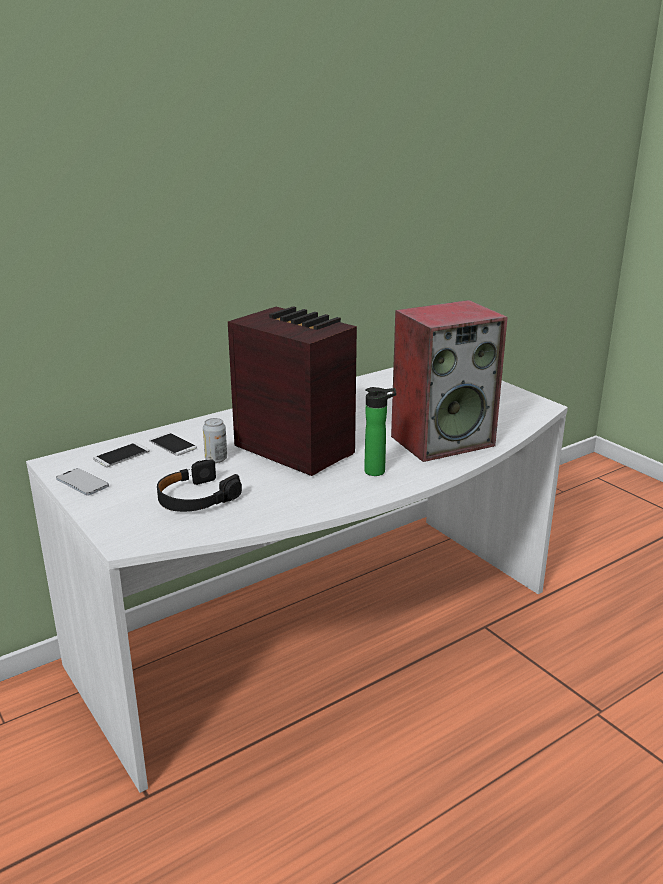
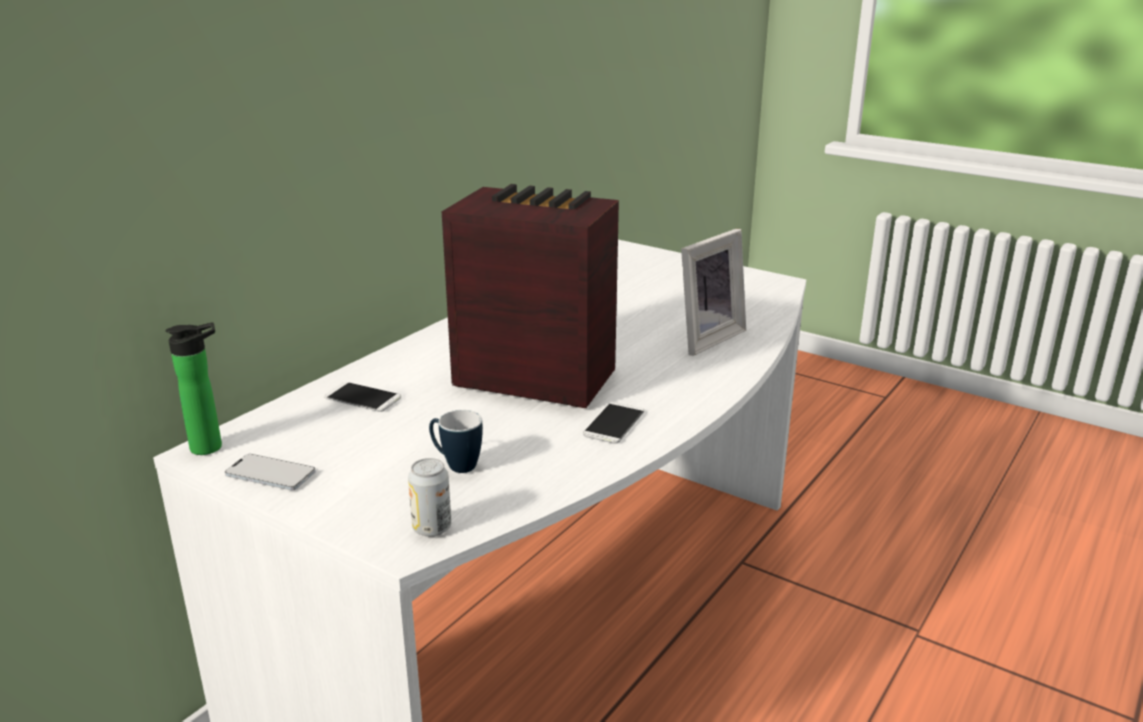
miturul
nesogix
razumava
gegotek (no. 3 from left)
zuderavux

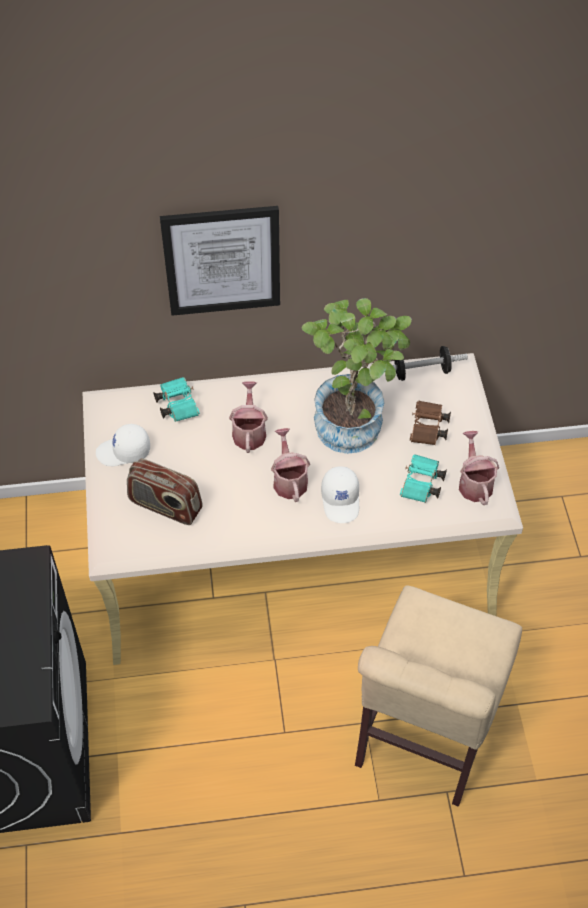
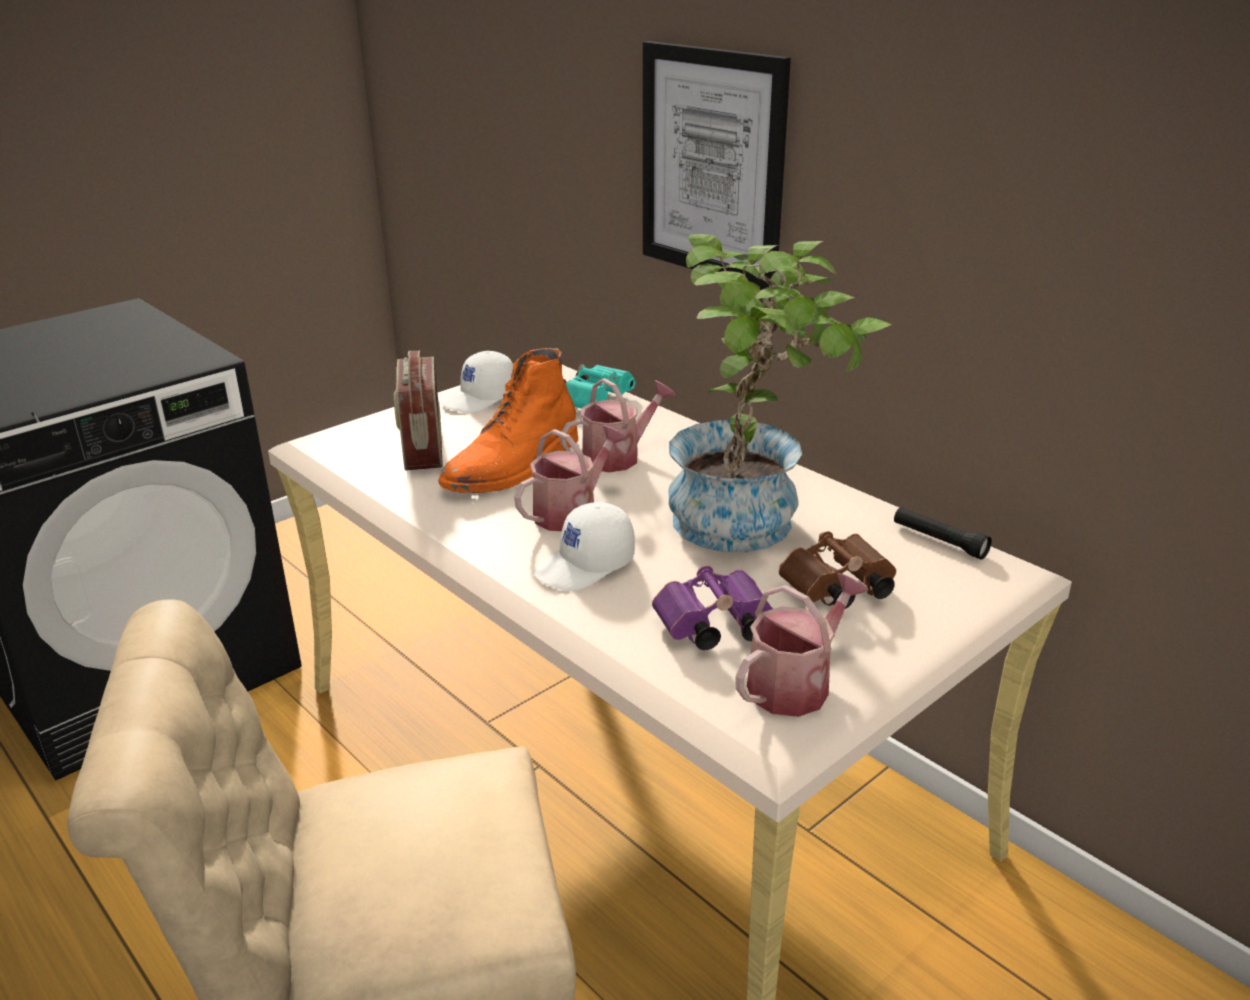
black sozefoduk
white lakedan (no. 1 from left)
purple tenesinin
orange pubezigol

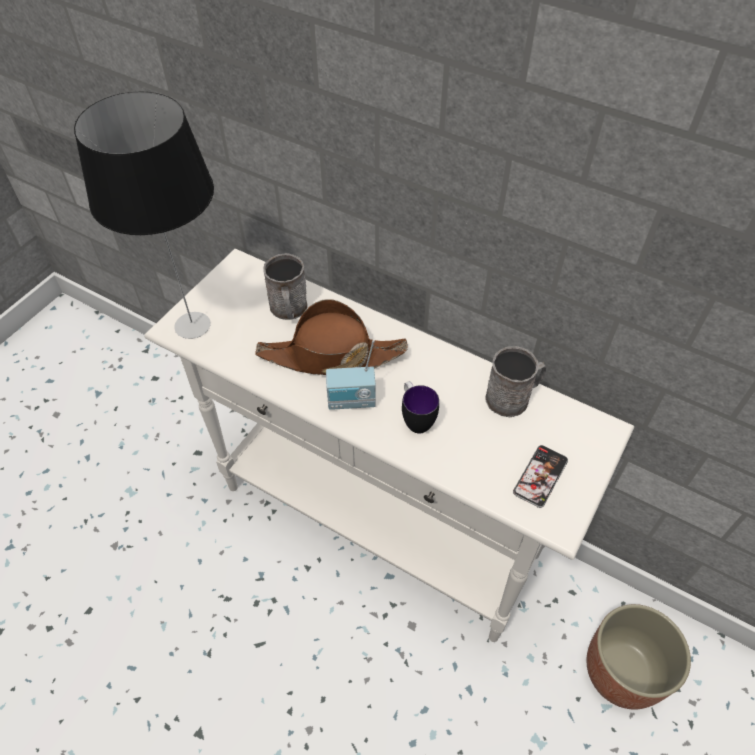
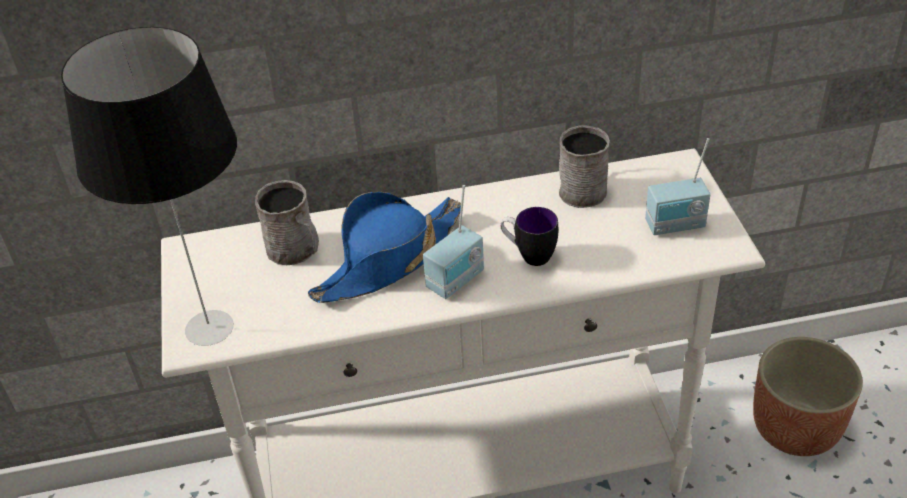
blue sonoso
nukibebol (no. 2 from left)

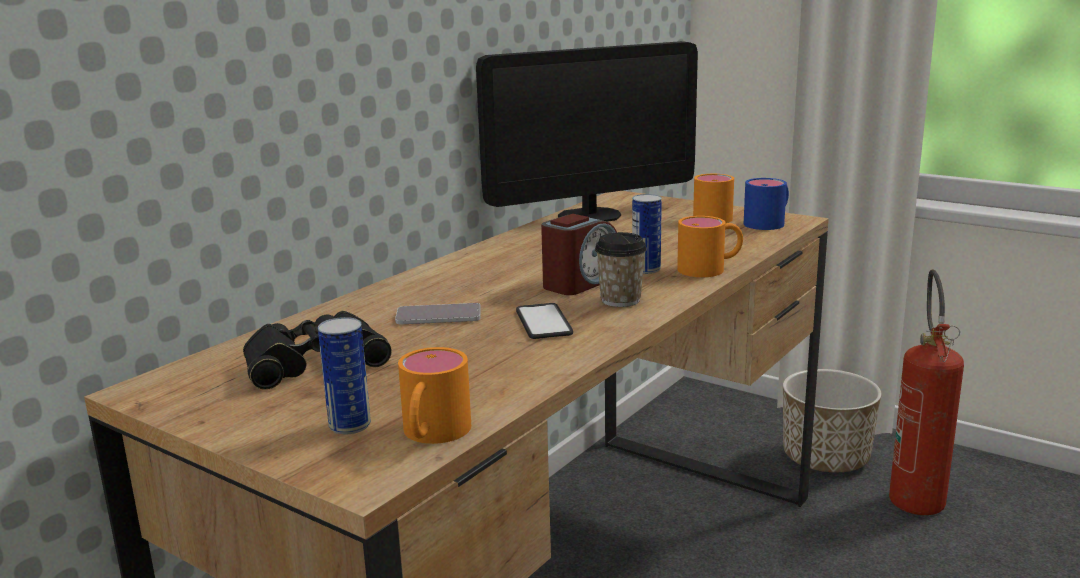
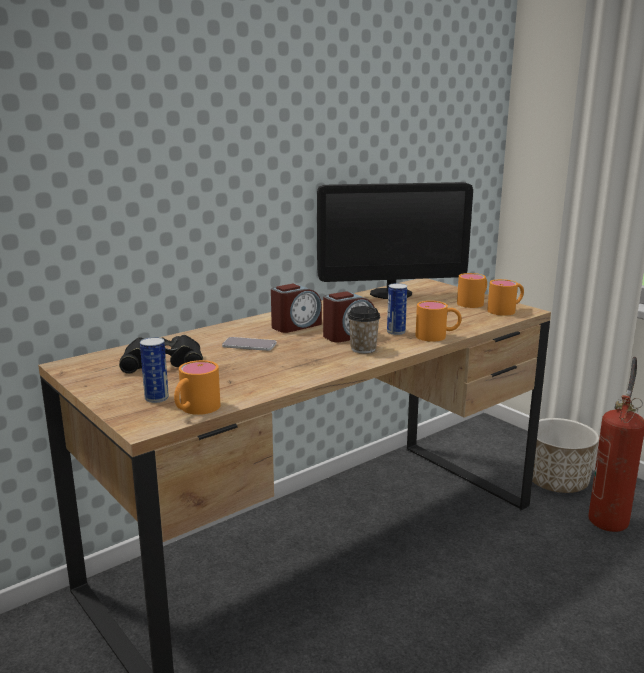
orange zuderavux (no. 4 from left)
gegotek (no. 2 from left in the first image)
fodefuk (no. 1 from left)

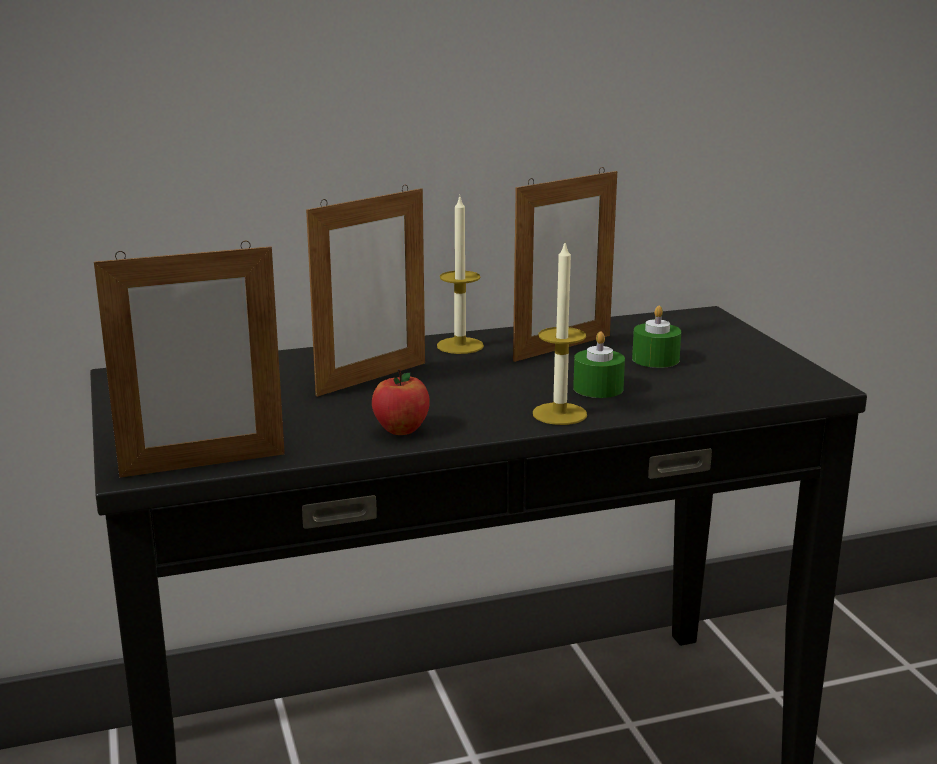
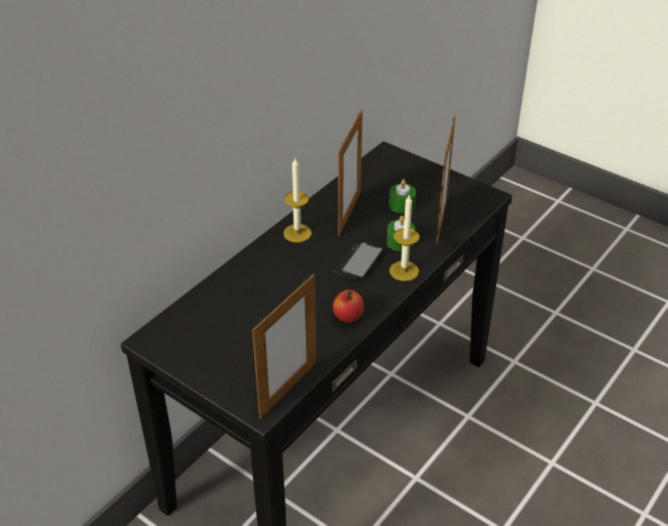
miturul (no. 3 from left)
gegotek

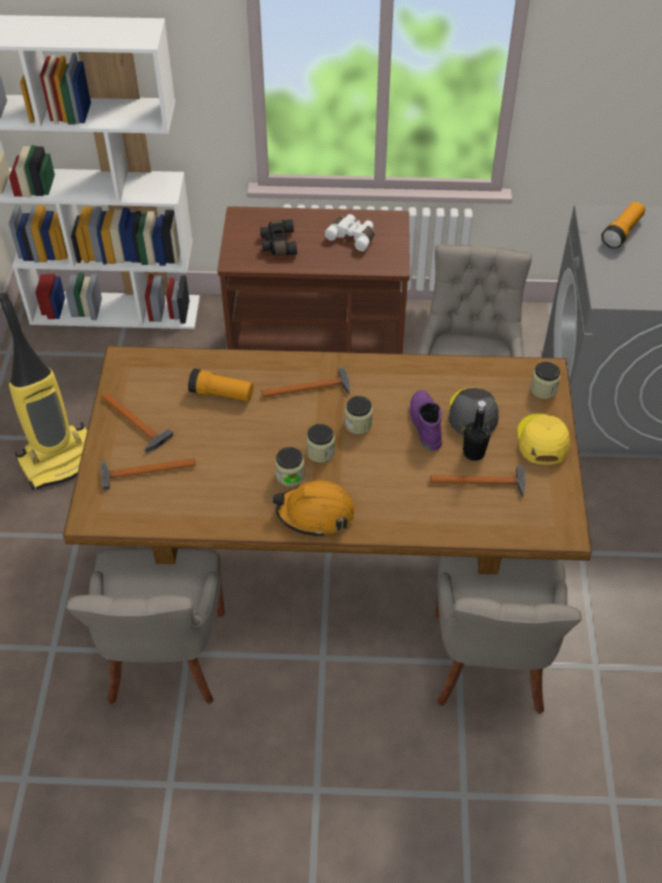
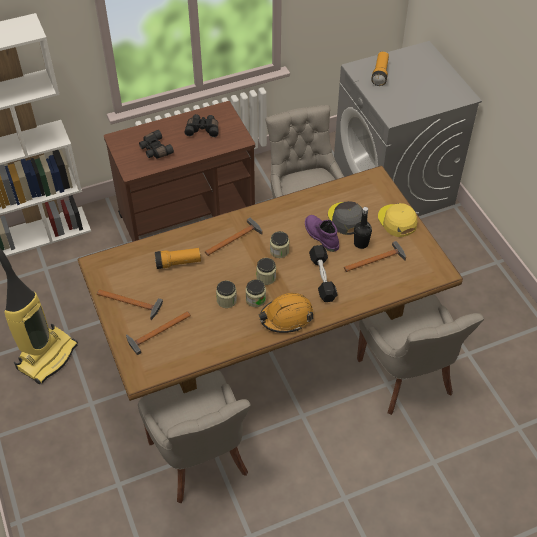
black tenesinin (no. 2 from left)
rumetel (no. 1 from left)
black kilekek

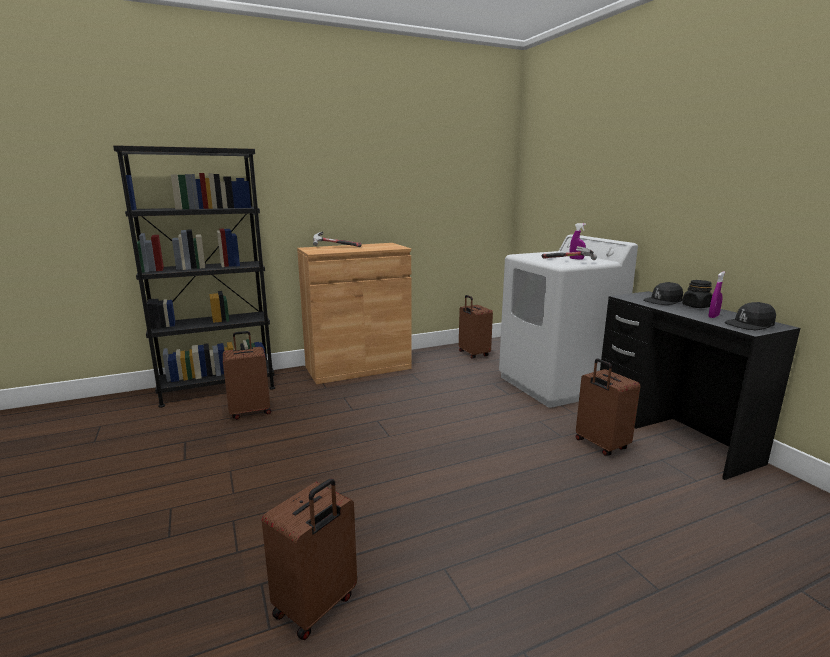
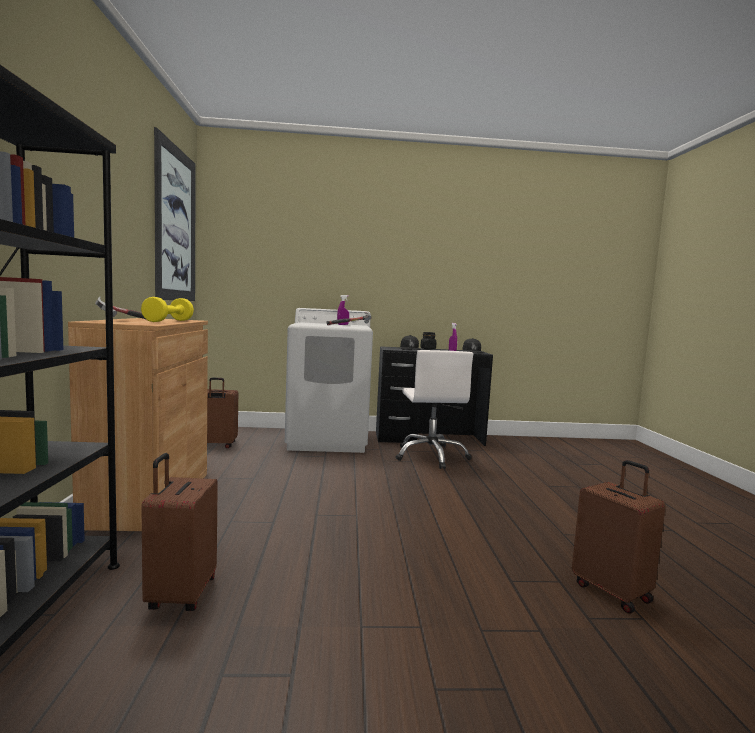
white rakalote
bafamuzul
yellow kilekek

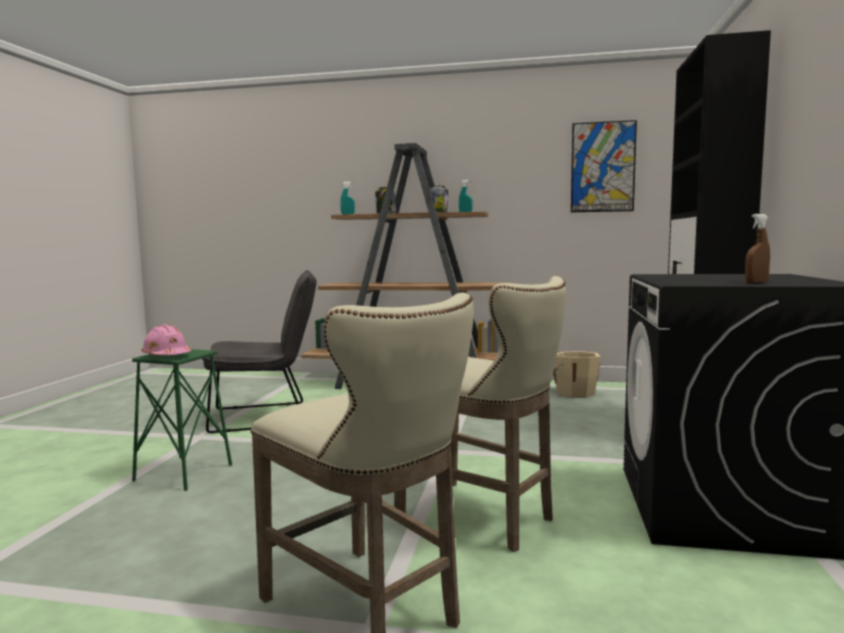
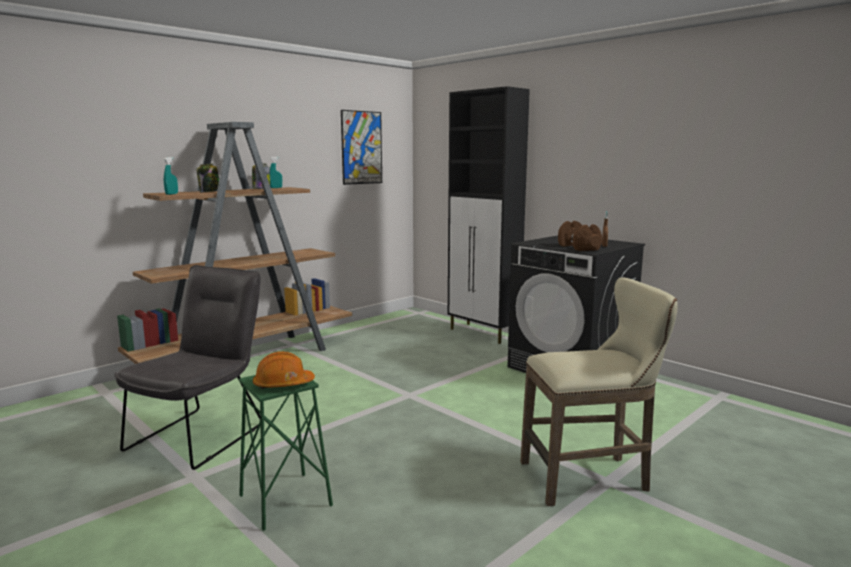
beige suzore (no. 2 from left in the first image)
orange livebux
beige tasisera
brown kilekek

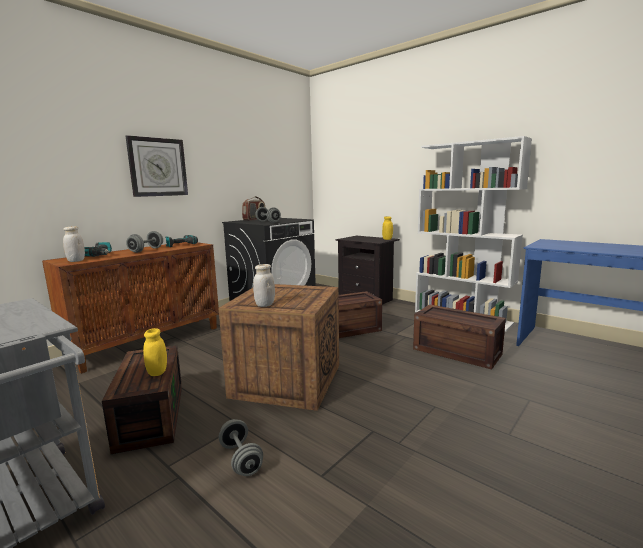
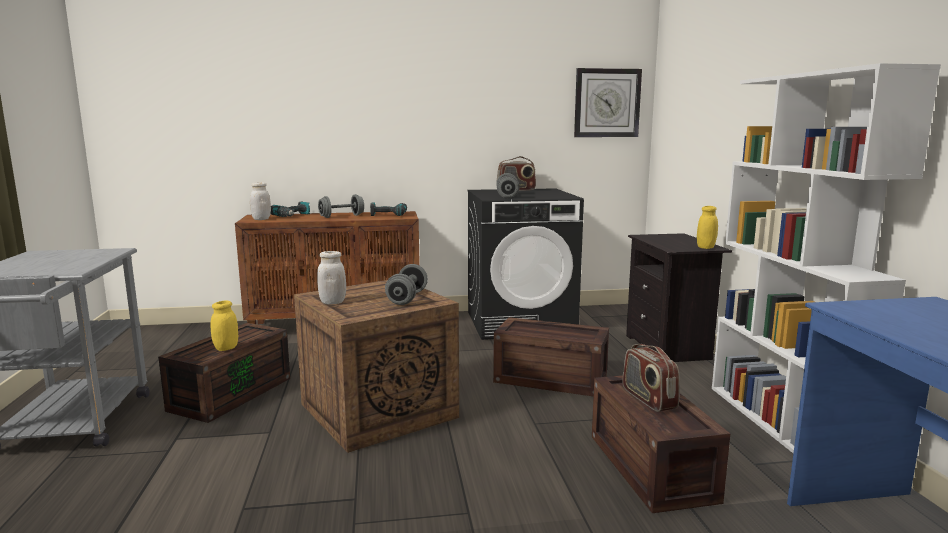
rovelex
grey kilekek (no. 2 from left)
nukibebol (no. 2 from left)

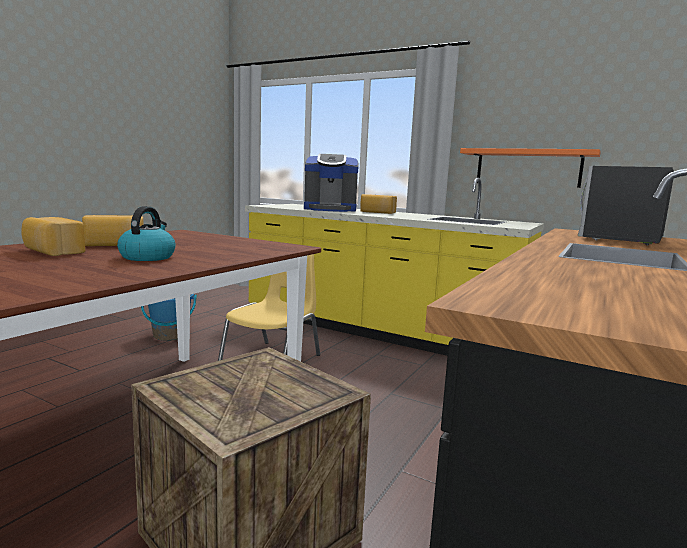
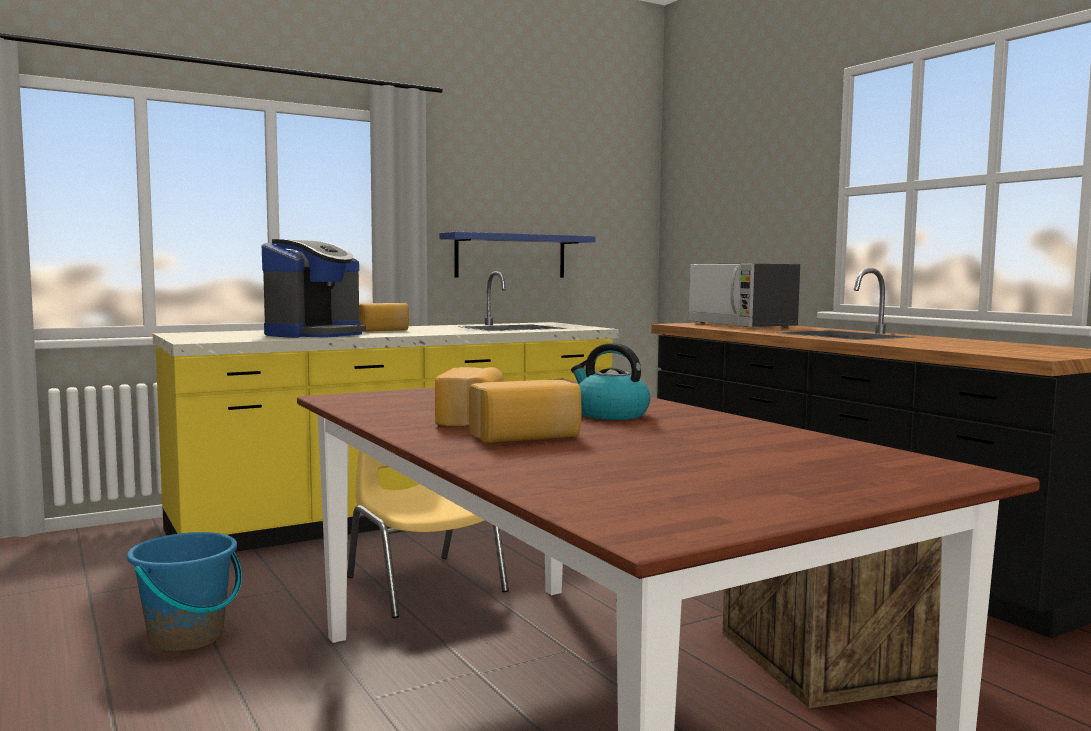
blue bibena

